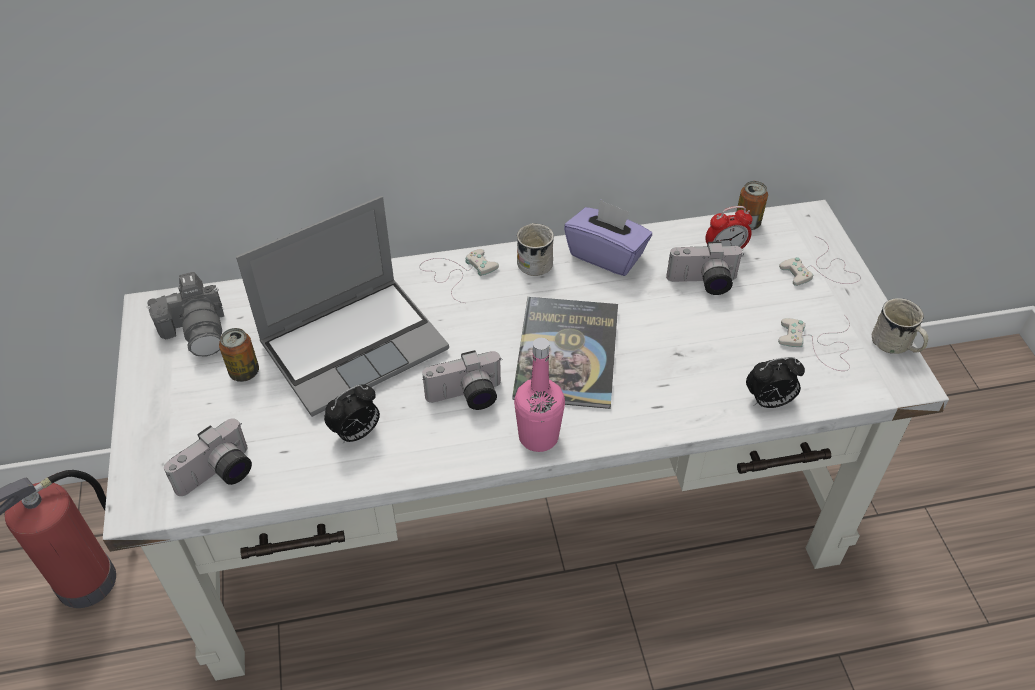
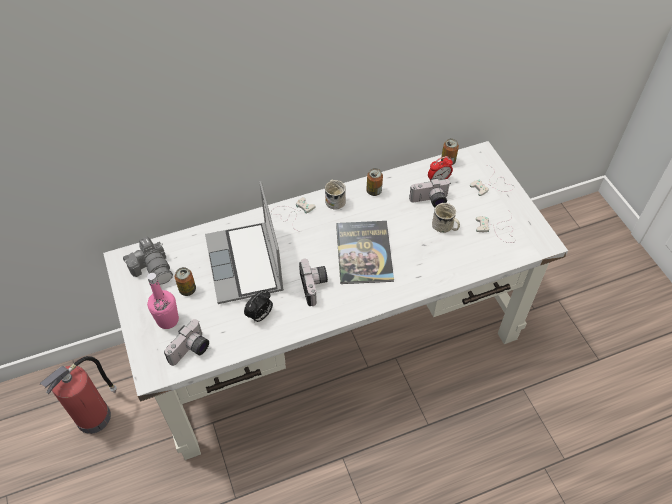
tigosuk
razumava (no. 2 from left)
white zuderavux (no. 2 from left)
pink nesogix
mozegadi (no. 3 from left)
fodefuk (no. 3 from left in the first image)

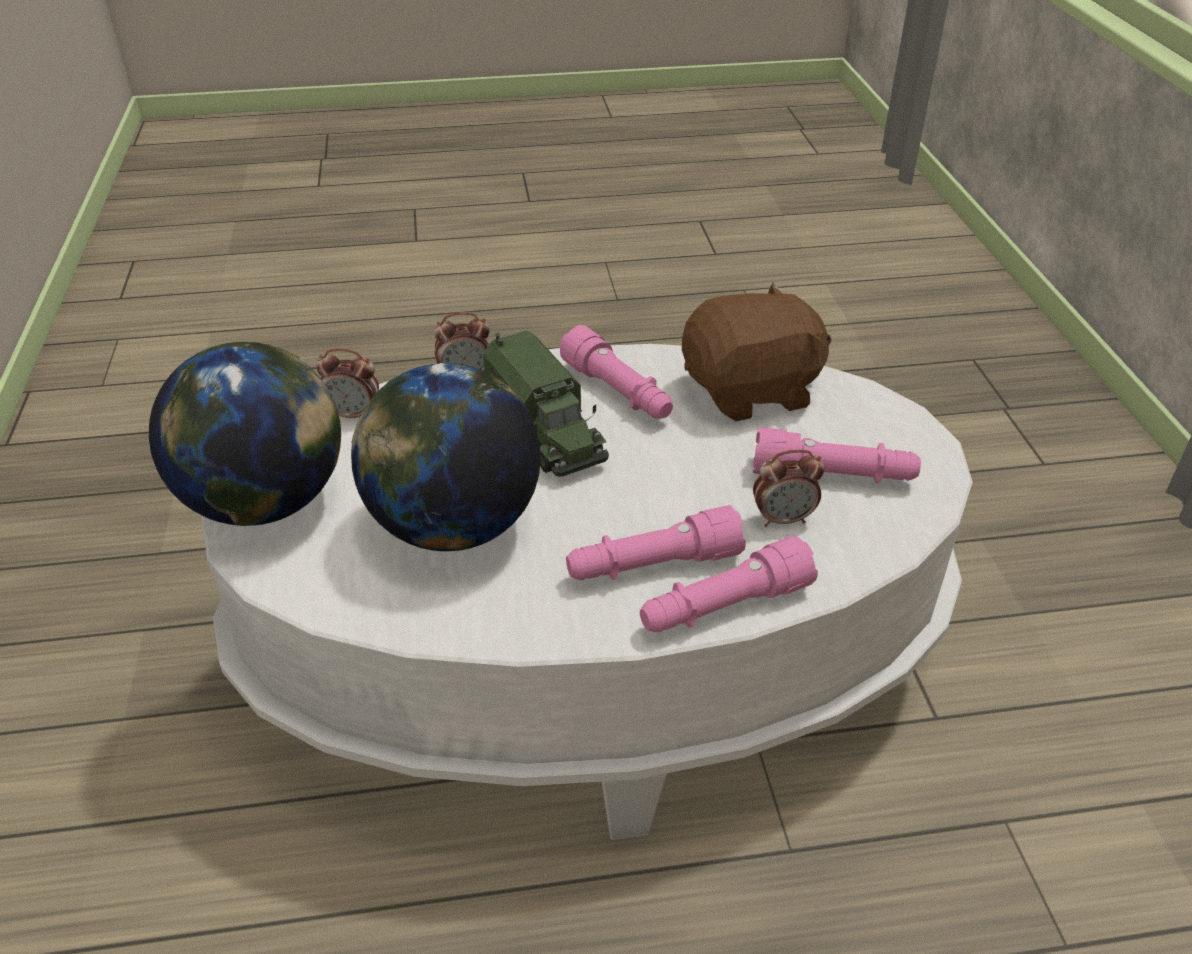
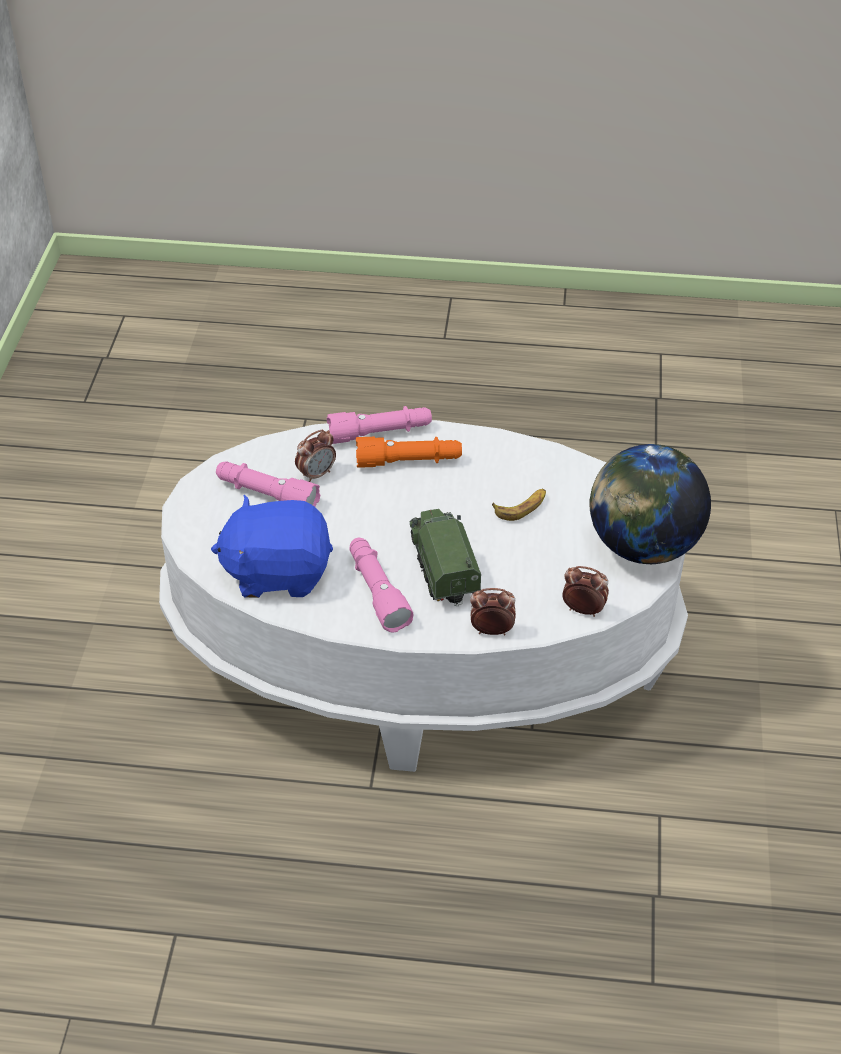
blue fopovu
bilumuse
fodefuk (no. 1 from left)
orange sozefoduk

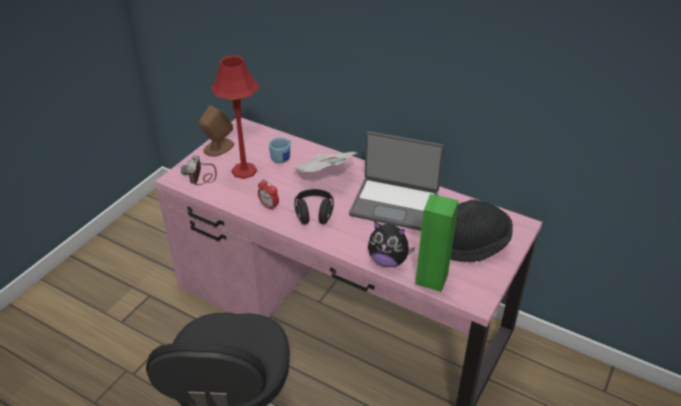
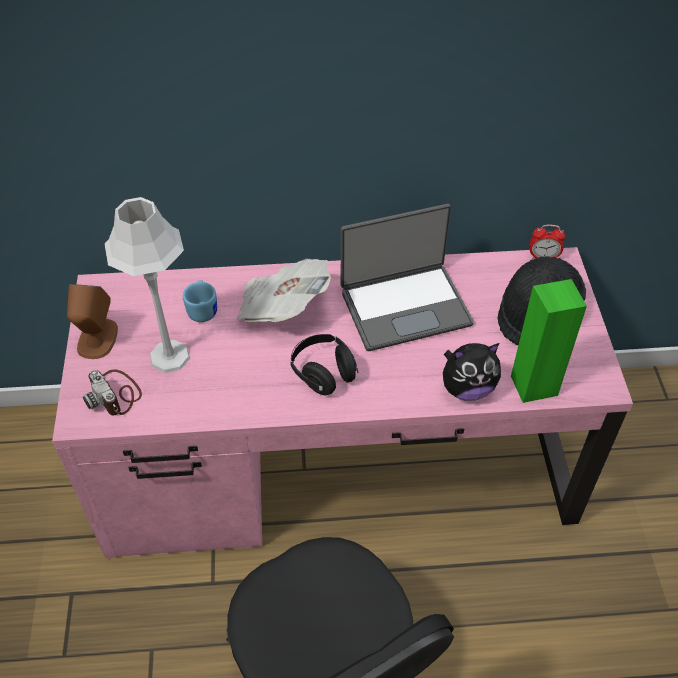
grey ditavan
fodefuk

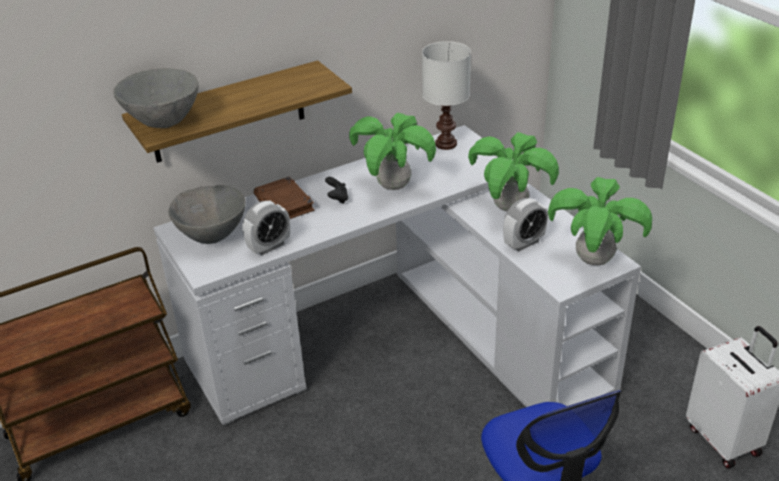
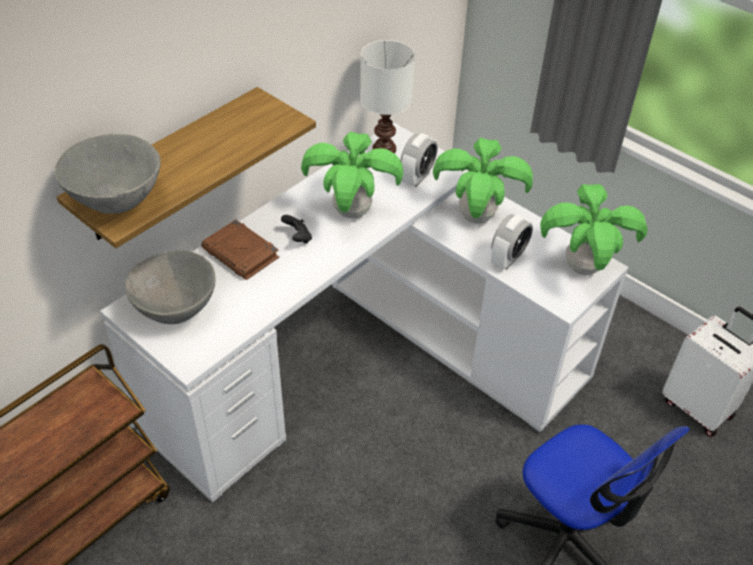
fodefuk (no. 1 from left)

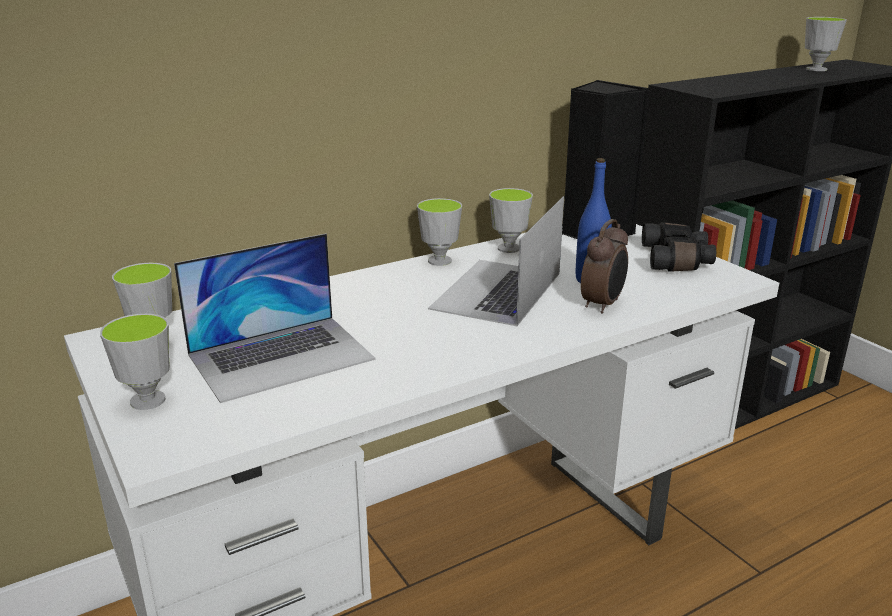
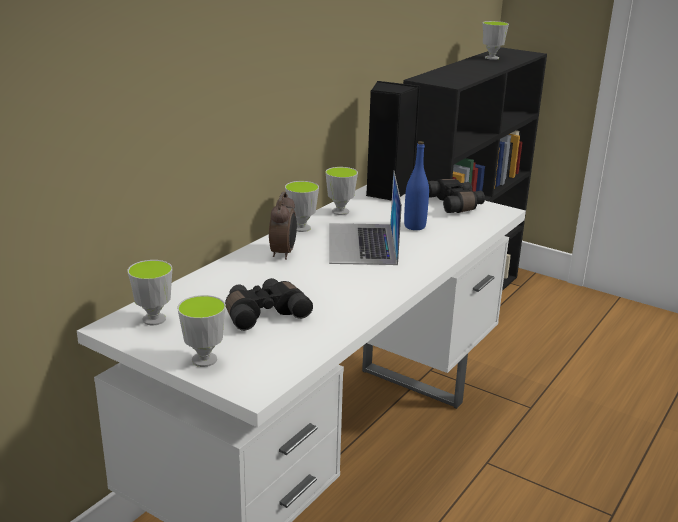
fodefuk
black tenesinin (no. 1 from left)

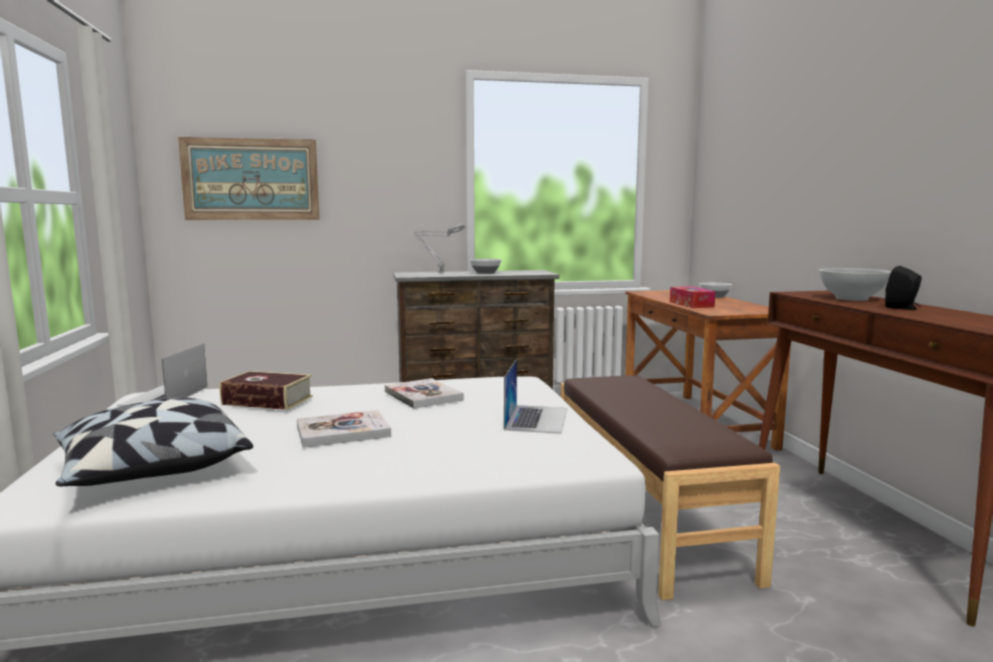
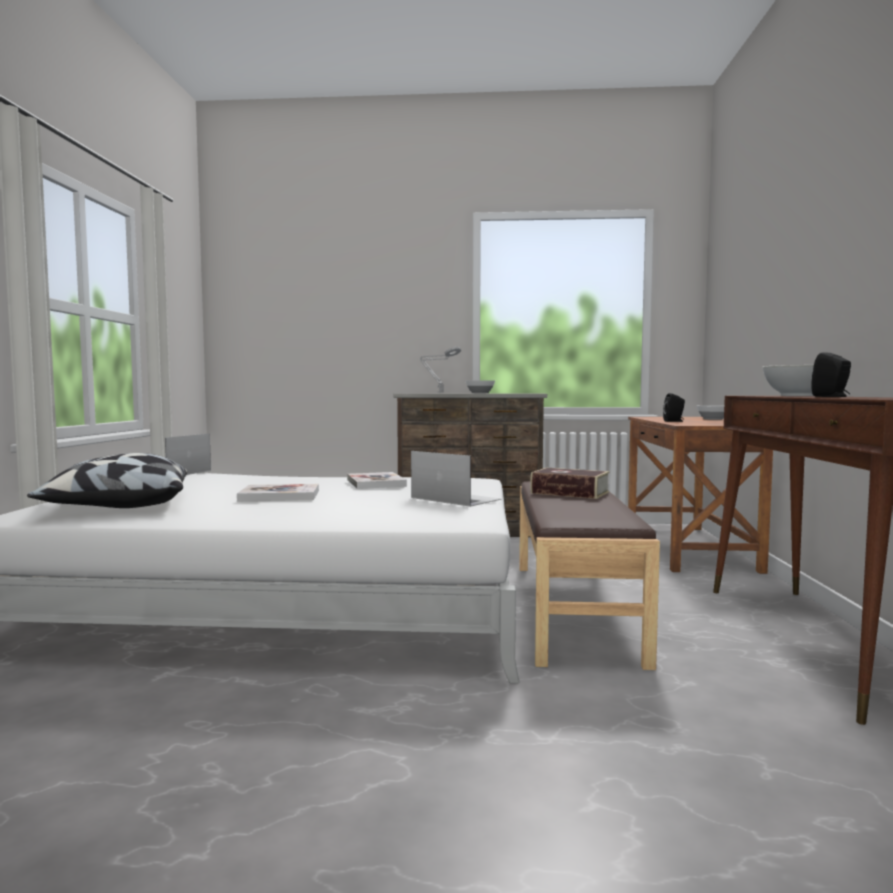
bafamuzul
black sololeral (no. 1 from left)
tigosuk (no. 2 from left)
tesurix (no. 3 from left)

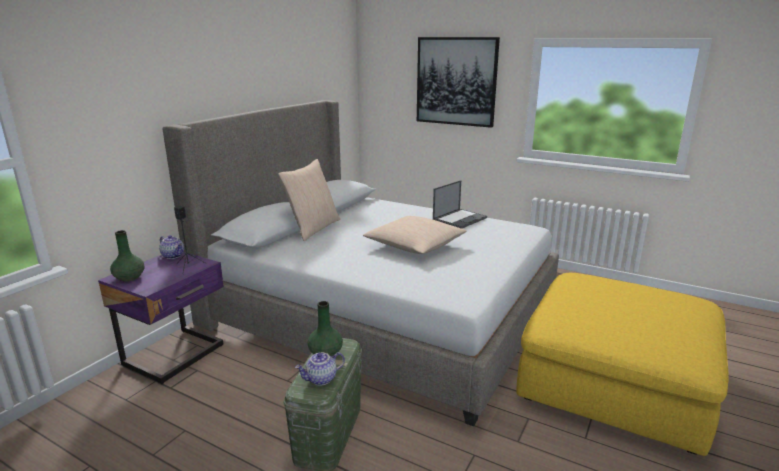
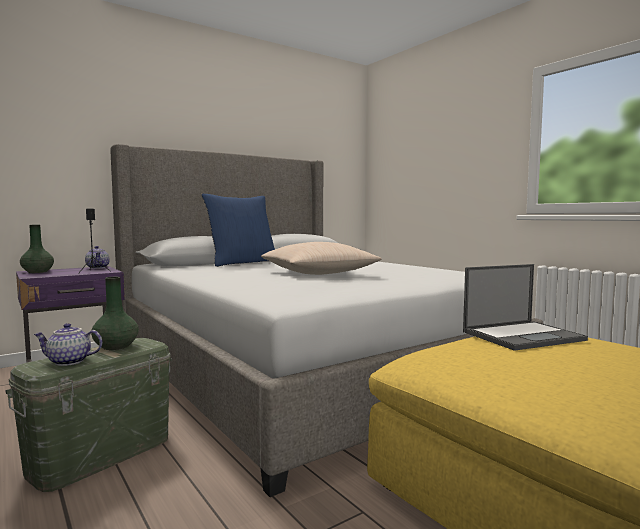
bafamuzul
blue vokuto
tigosuk

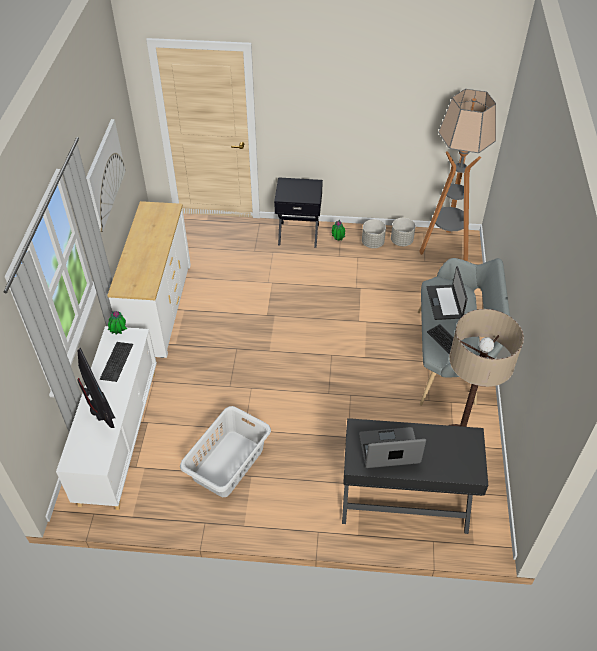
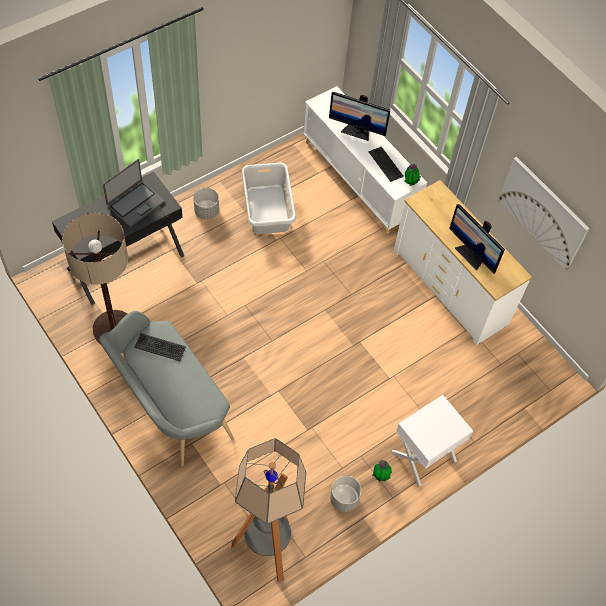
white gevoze
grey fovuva (no. 1 from left)
tigosuk (no. 2 from left in the first image)
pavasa (no. 2 from left)

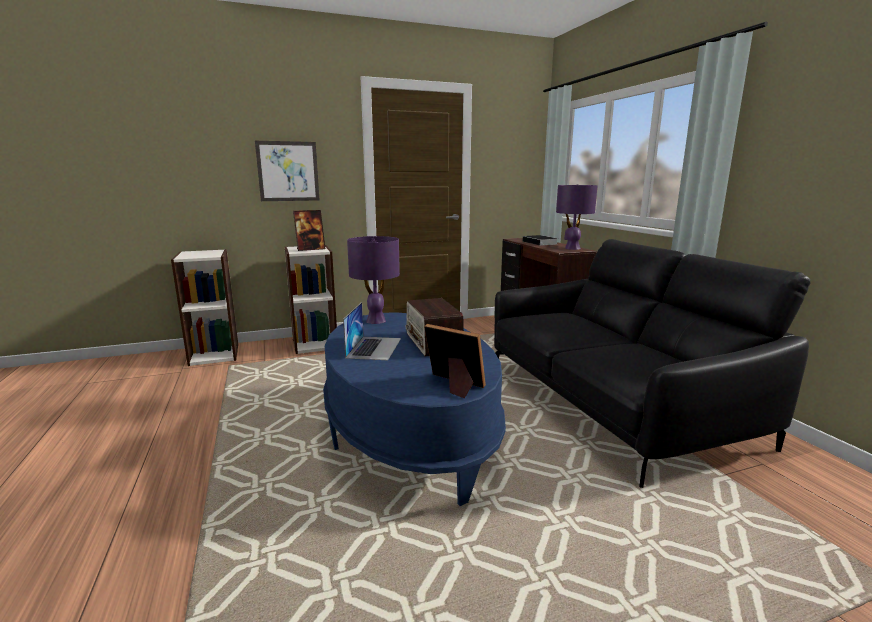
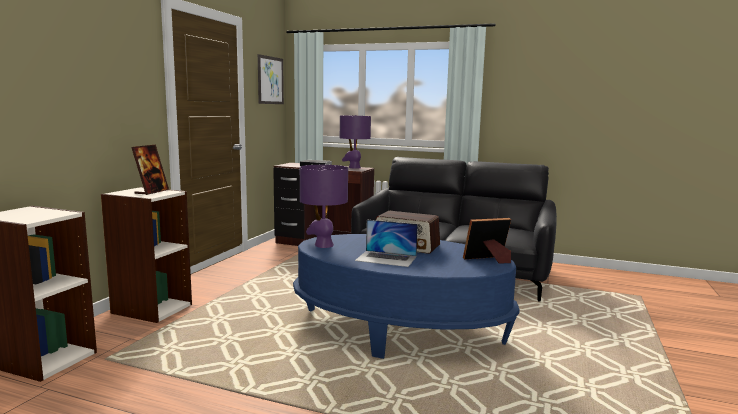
bafamuzul
tigosuk

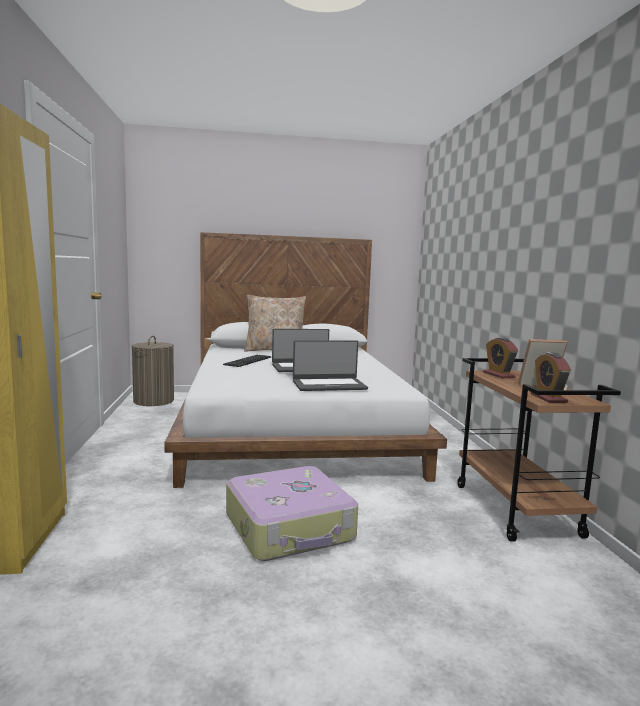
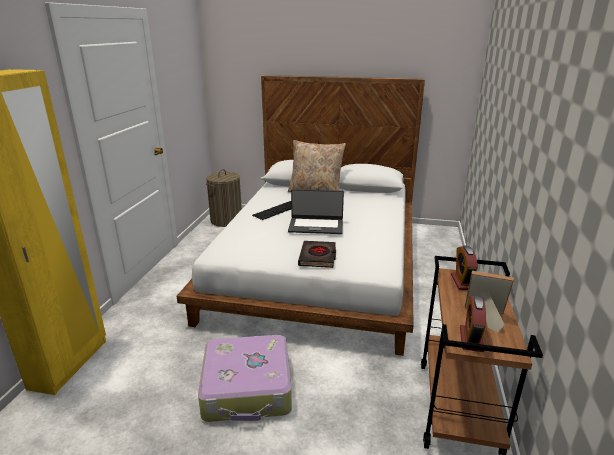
black tesurix

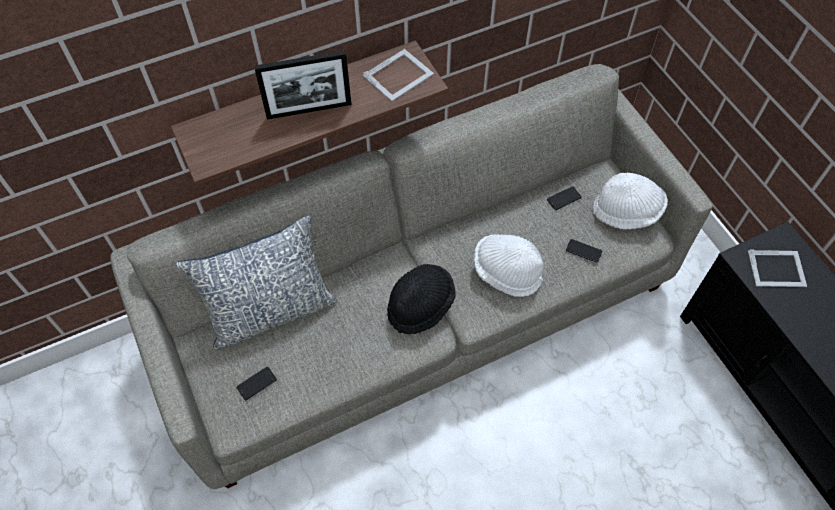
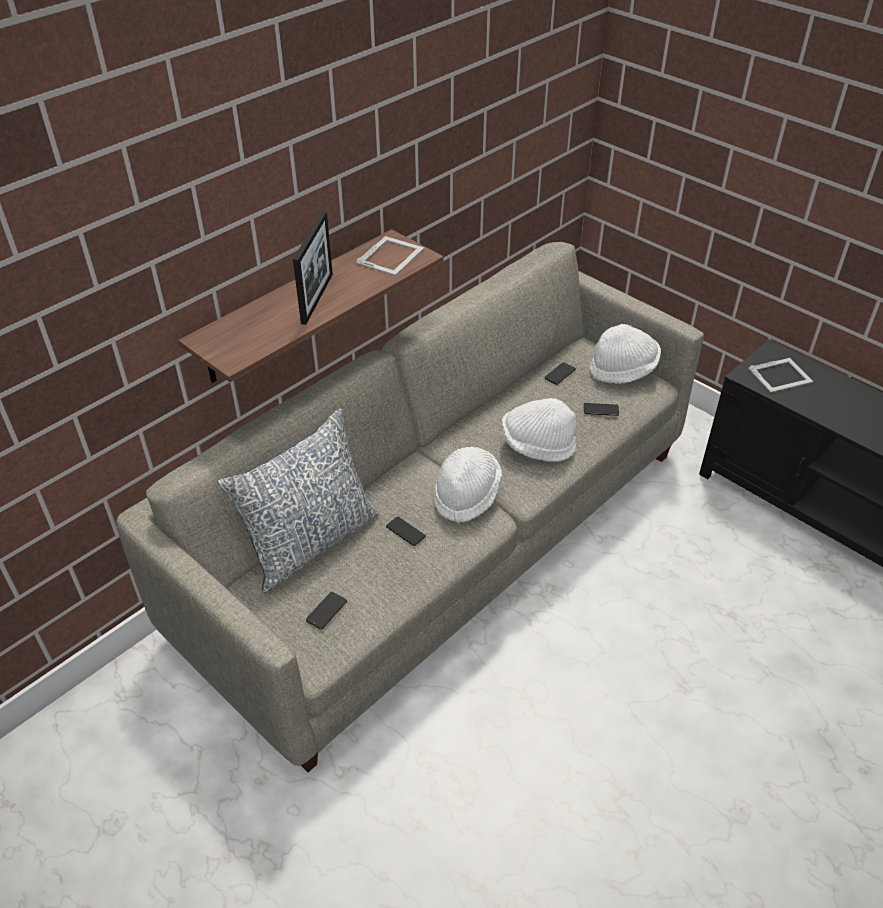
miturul (no. 1 from left)
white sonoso (no. 1 from left)
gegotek (no. 2 from left)

